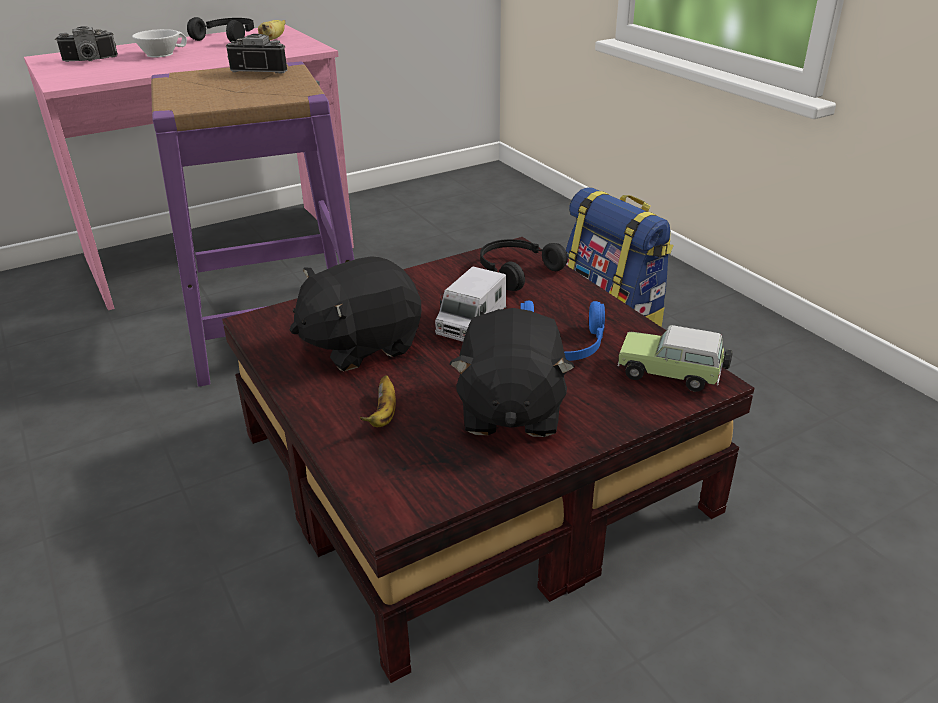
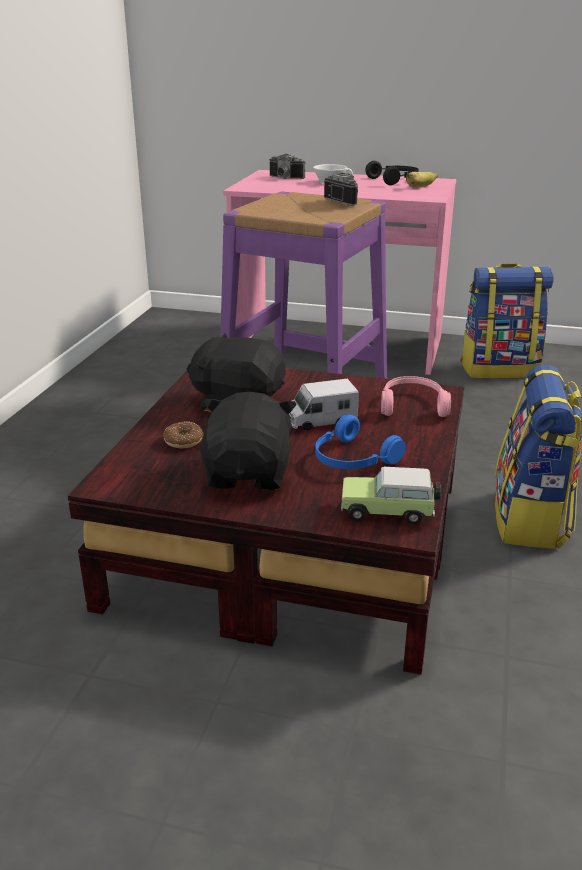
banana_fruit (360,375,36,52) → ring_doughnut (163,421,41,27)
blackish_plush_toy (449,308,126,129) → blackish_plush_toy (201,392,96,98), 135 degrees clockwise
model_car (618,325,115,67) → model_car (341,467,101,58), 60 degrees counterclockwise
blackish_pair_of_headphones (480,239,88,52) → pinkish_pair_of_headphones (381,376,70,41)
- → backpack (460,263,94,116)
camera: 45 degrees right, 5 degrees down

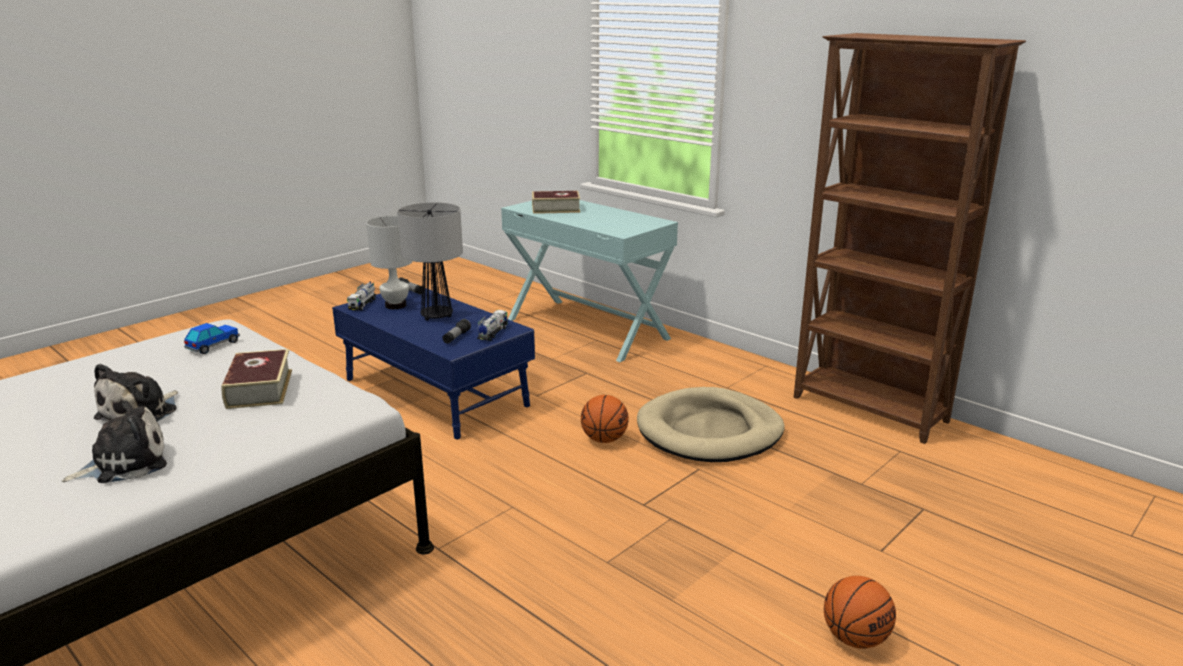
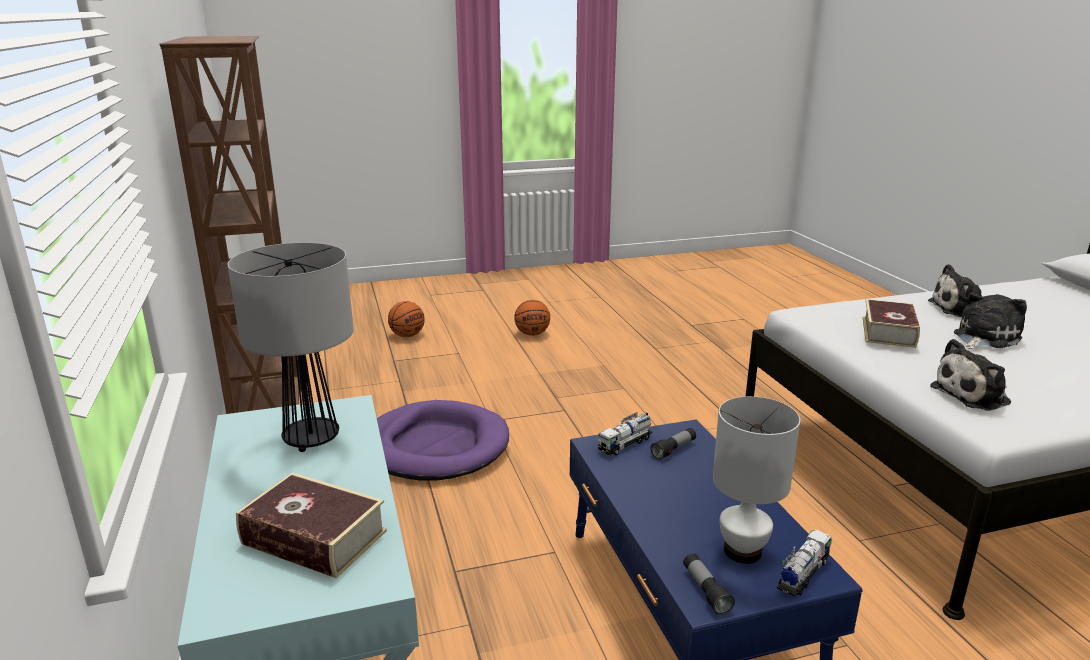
lamp_for_a_table (397,202,66,118) → lamp_for_a_table (227,242,127,210), moved
sand-coloured_dog_cushion (637,387,148,75) → purplish_dog_cushion (377,400,132,80)
ball_for_basketball (581,395,48,48) → ball_for_basketball (388,301,37,36), moved
model_car (184,323,56,31) → plush_toy (930,339,81,72)
camera: 150 degrees left, 0 degrees up

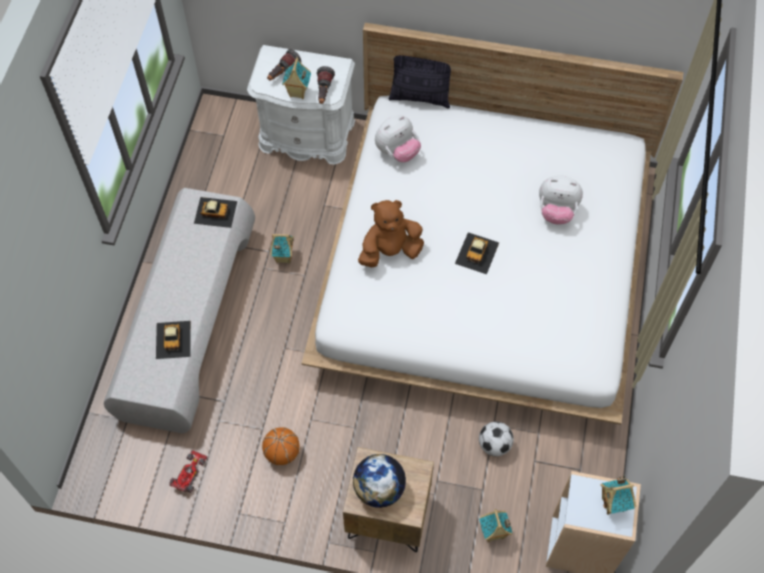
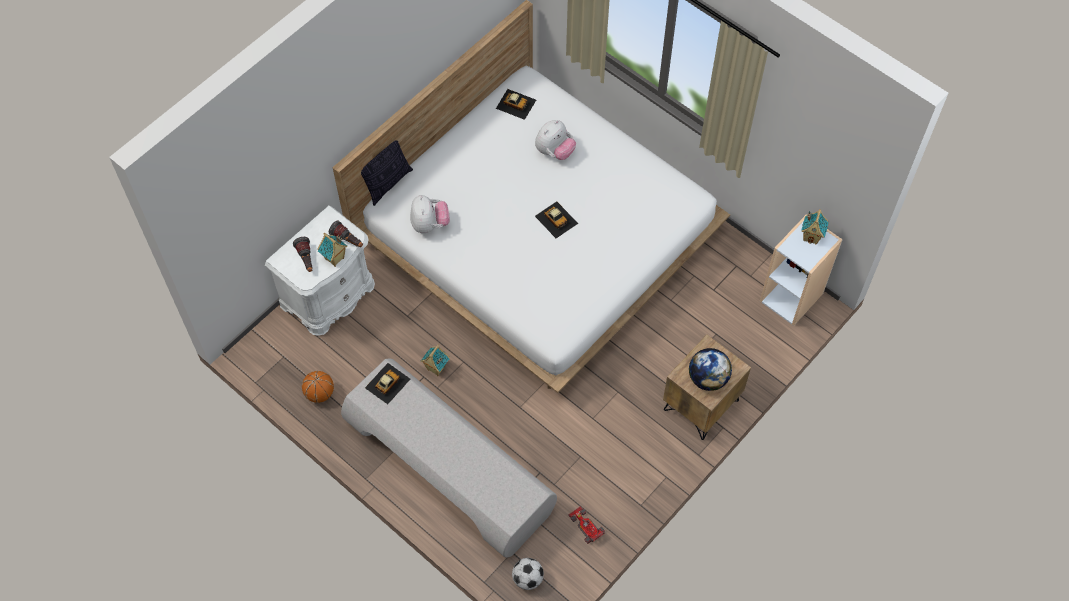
ball_for_basketball (262,428,38,37) → ball_for_basketball (302,371,32,32), moved
model_car (156,321,35,38) → model_car (496,89,40,31), moved
ball_for_football (479,421,35,35) → ball_for_football (512,558,32,32), moved
brown_plush_toy (358,200,66,67) → -
model_house (479,509,33,33) → -
camera: 60 degrees left, 0 degrees up

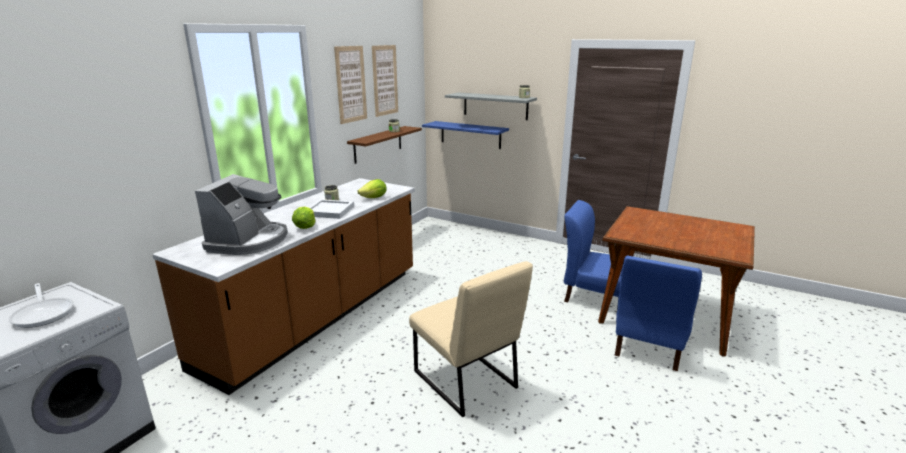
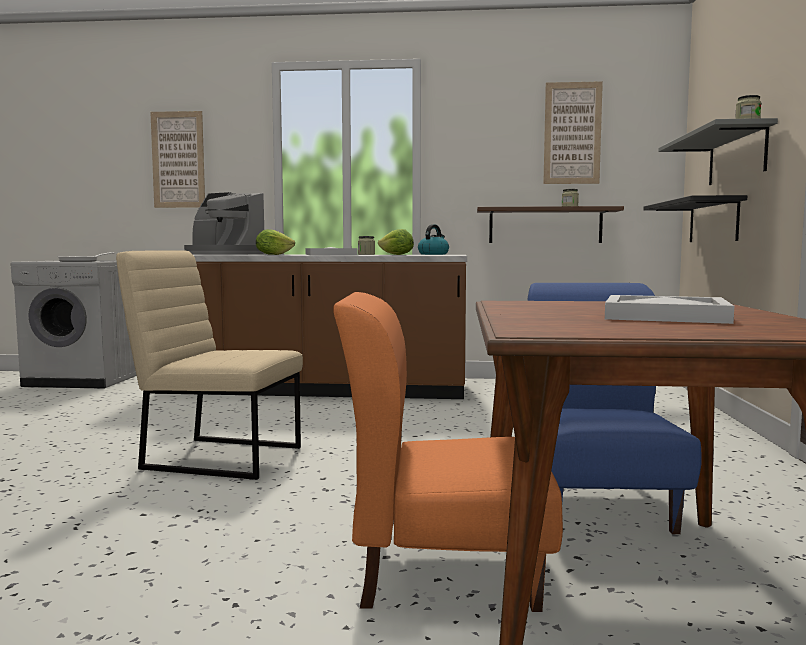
sand-coloured_chair (409,261,124,156) → sand-coloured_chair (116,250,187,230), 75 degrees clockwise
picture (334,46,33,78) → picture (150,111,55,97), moved
coffee_machine (195,174,93,81) → coffee_machine (184,192,80,63), 45 degrees clockwise
blue-coloured_chair (615,256,87,115) → orange_chair (333,292,230,320)
- → water_kettle (418,224,31,31)
- → whitish_carrying_tray (605,295,129,29)
blue-coloured_wall_shelf (422,121,87,28) → blackish_wall_shelf (643,195,104,47)
camera: 65 degrees right, 15 degrees down

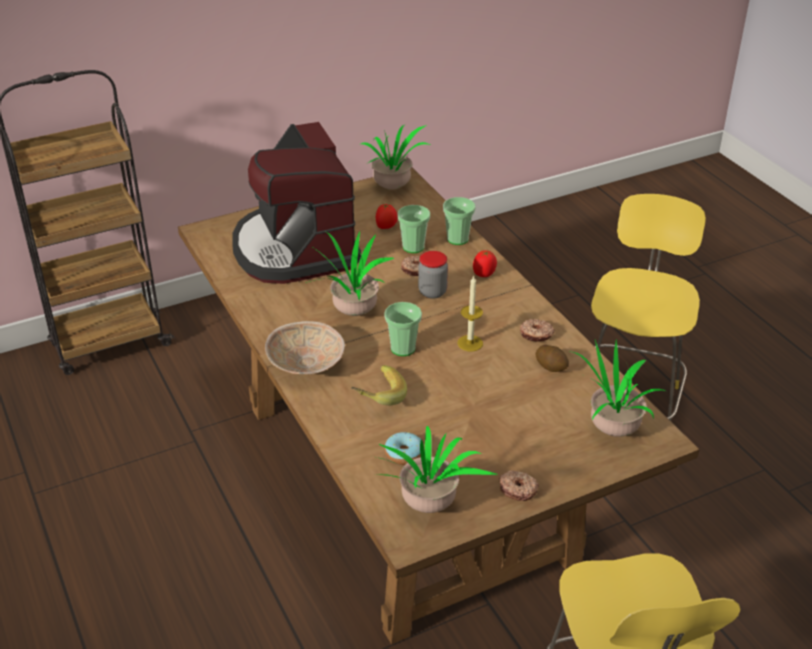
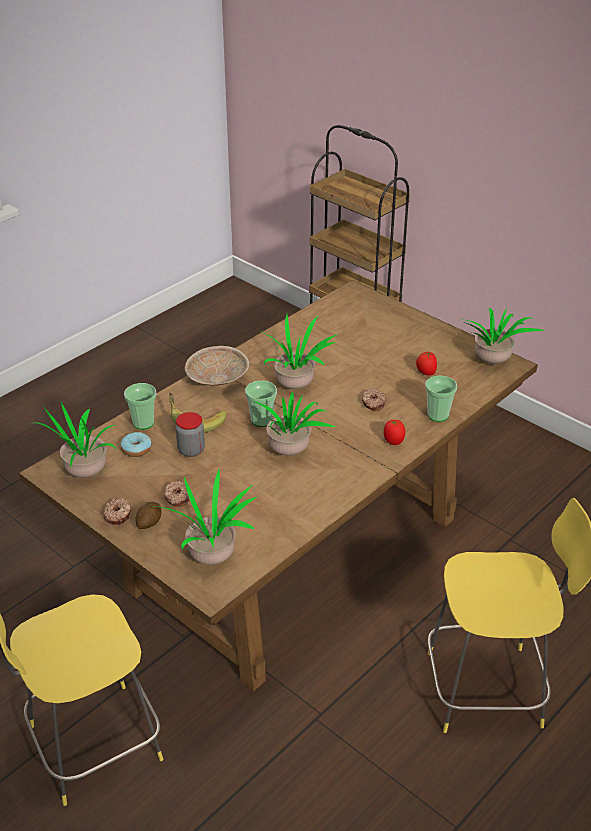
small_cup (398,205,32,48) → small_cup (124,383,32,47), moved
spud (536,345,33,27) → spud (135,502,27,27), moved
ring_doughnut (520,319,34,23) → ring_doughnut (164,481,26,26), moved
preserve_jar (418,251,30,48) → preserve_jar (176,412,29,45), moved
wax_candle (458,275,25,77) → plant_in_a_pot (247,392,89,64)
coffee_machine (232,122,129,162) → -
camera: 70 degrees right, 0 degrees up

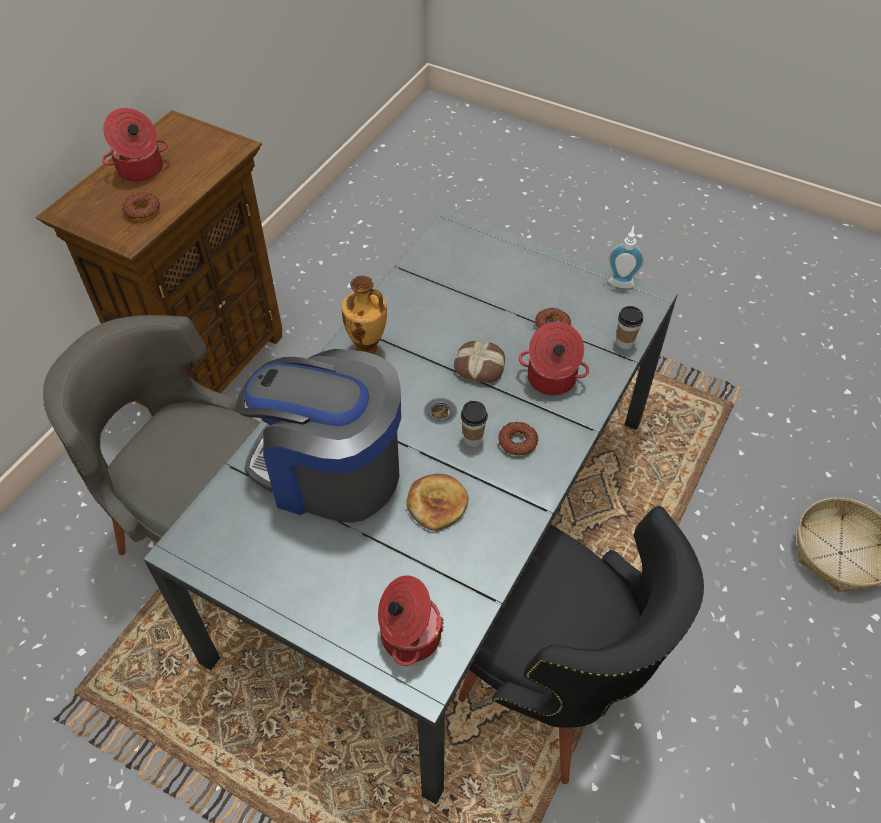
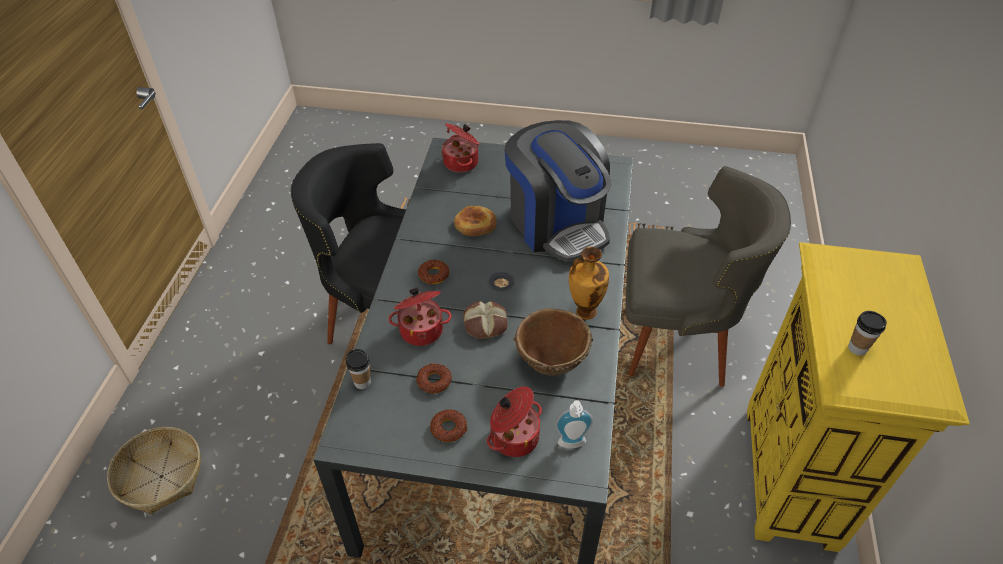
ring_doughnut (122,193,38,27) → ring_doughnut (430,410,37,32), moved
cooking_pot (102,108,66,74) → cooking_pot (487,387,55,70), moved
coffee_machine (236,349,165,174) → coffee_machine (504,120,107,142), 60 degrees clockwise
- → brown_serving_bowl (513,308,80,68)
liquid_soap_bottle (608,226,36,62) → liquid_soap_bottle (555,400,38,48), moved
brown_storage_cabinet (36,110,246,297) → yellow_storage_cabinet (747,242,223,310)
small_cup (461,401,27,46) → small_cup (848,311,39,45), moved
camera: 160 degrees right, 5 degrees down

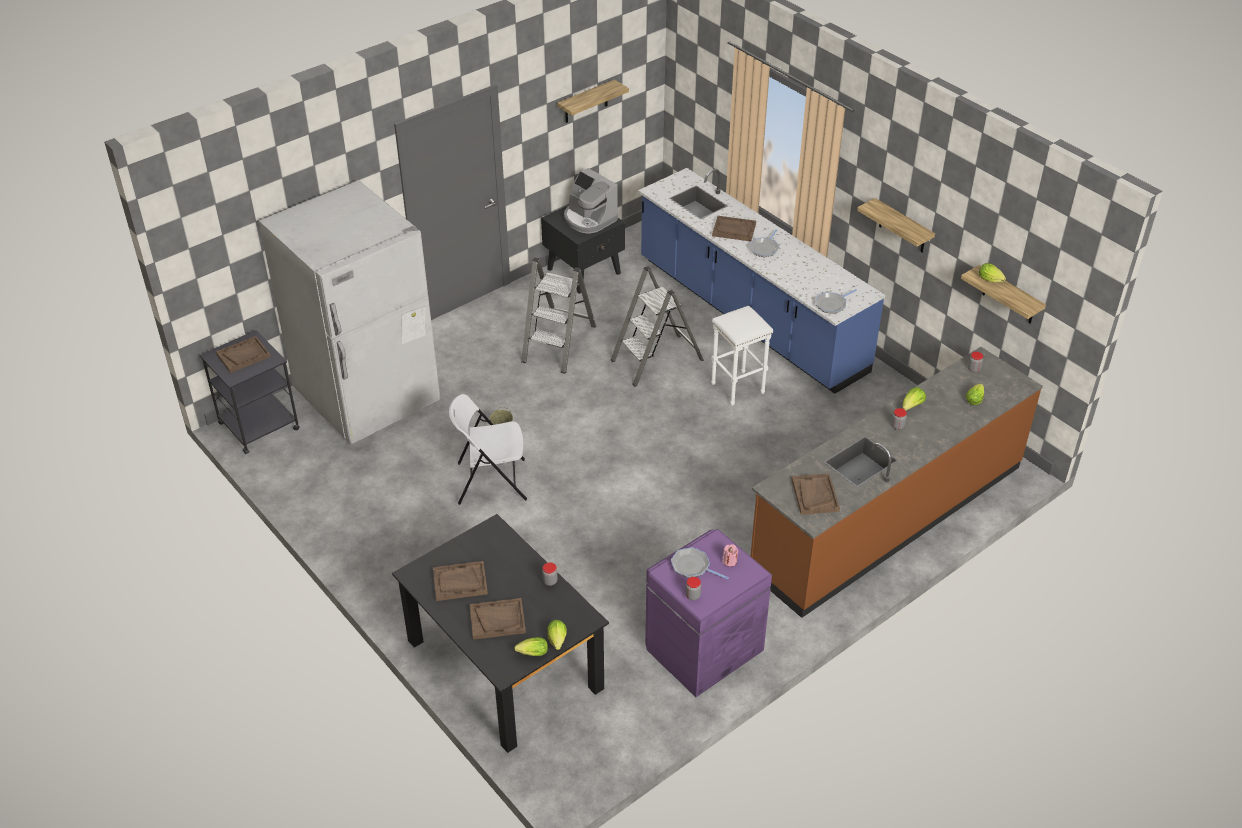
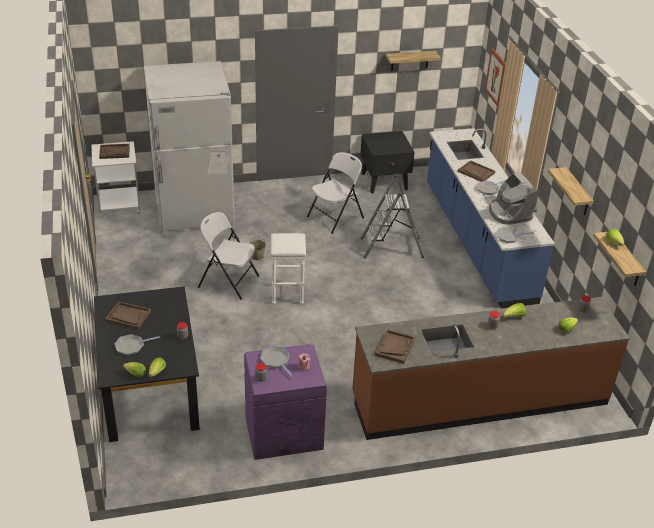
blackish_trolley (200,330,100,124) → whitish_trolley (91,141,50,76)
brown_carrying_tray (470,598,56,42) → skillet (115,334,45,21)
whitish_stool (711,306,62,99) → whitish_stool (271,233,35,72), moved
greyish_stepladder (521,257,75,117) → whitish_chair (307,152,57,82)
- → picture (485,49,21,58)
coffee_machine (564,168,54,66) → coffee_machine (489,173,49,52), moved
camera: 25 degrees right, 5 degrees down

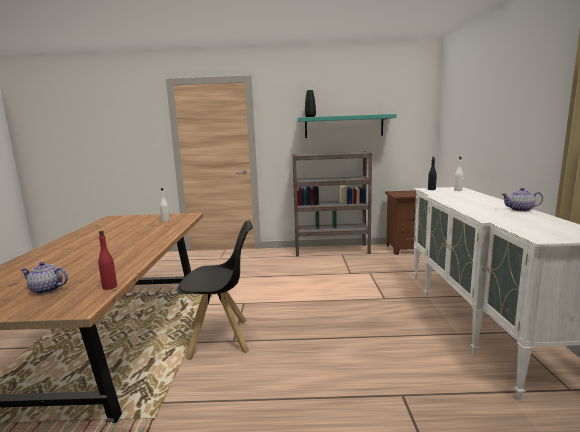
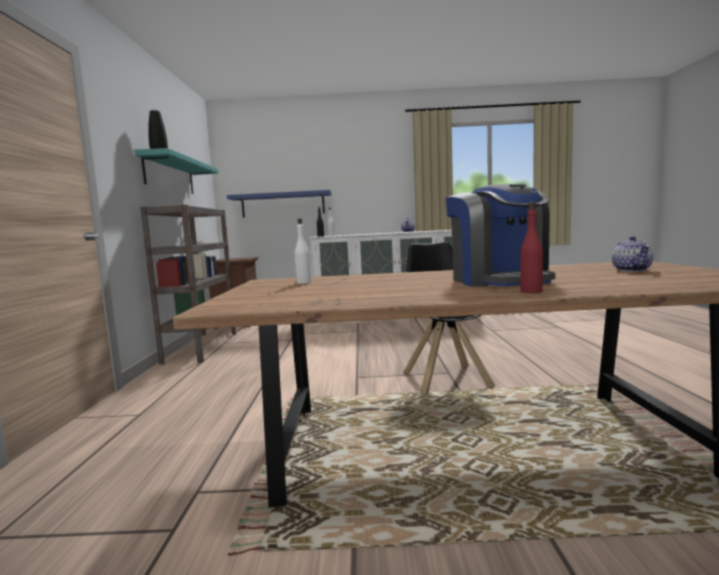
- → blue-coloured_wall_shelf (227,190,105,28)
- → coffee_machine (445,184,110,103)
reddish_beverage_bottle (98,230,19,60) → reddish_beverage_bottle (521,202,22,91), moved
camera: 90 degrees left, 5 degrees down

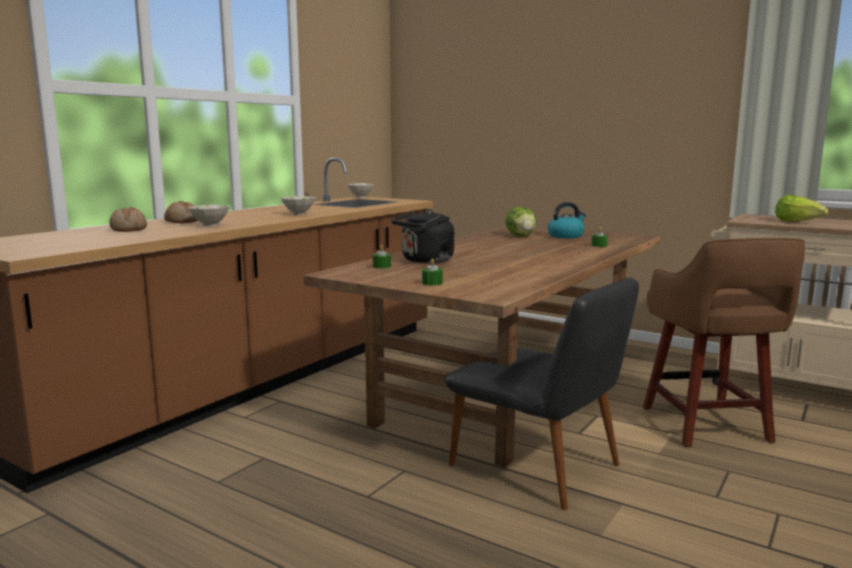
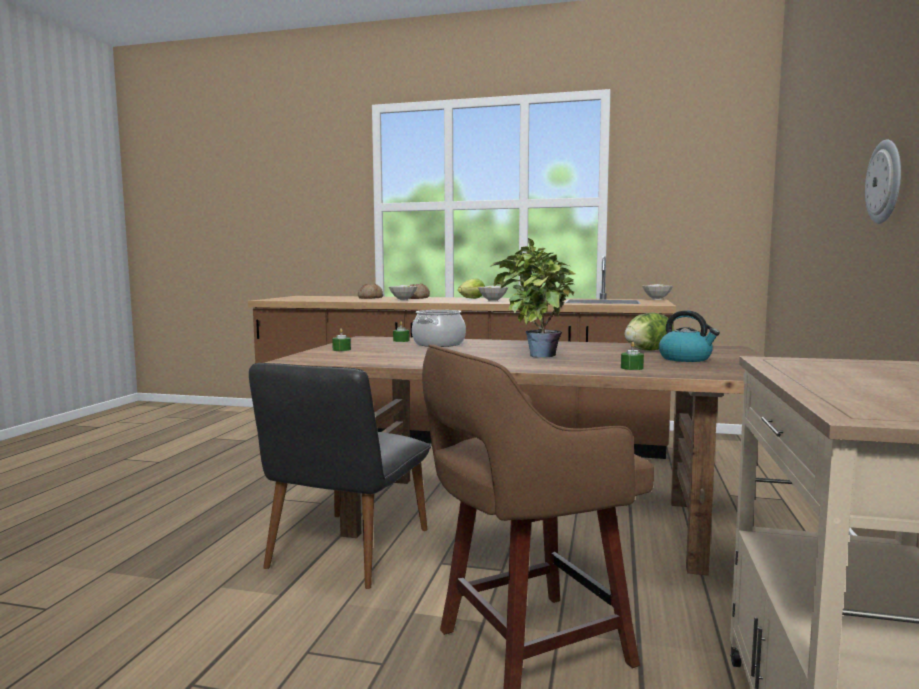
blackish_water_kettle (391,210,64,53) → cooking_pot (412,310,54,37)
lettuce_head (775,195,53,27) → lettuce_head (458,278,27,21), moved
- → plant_in_a_pot (491,238,84,120)
- → hanging_clock (865,139,36,85)
camera: 70 degrees right, 5 degrees down

